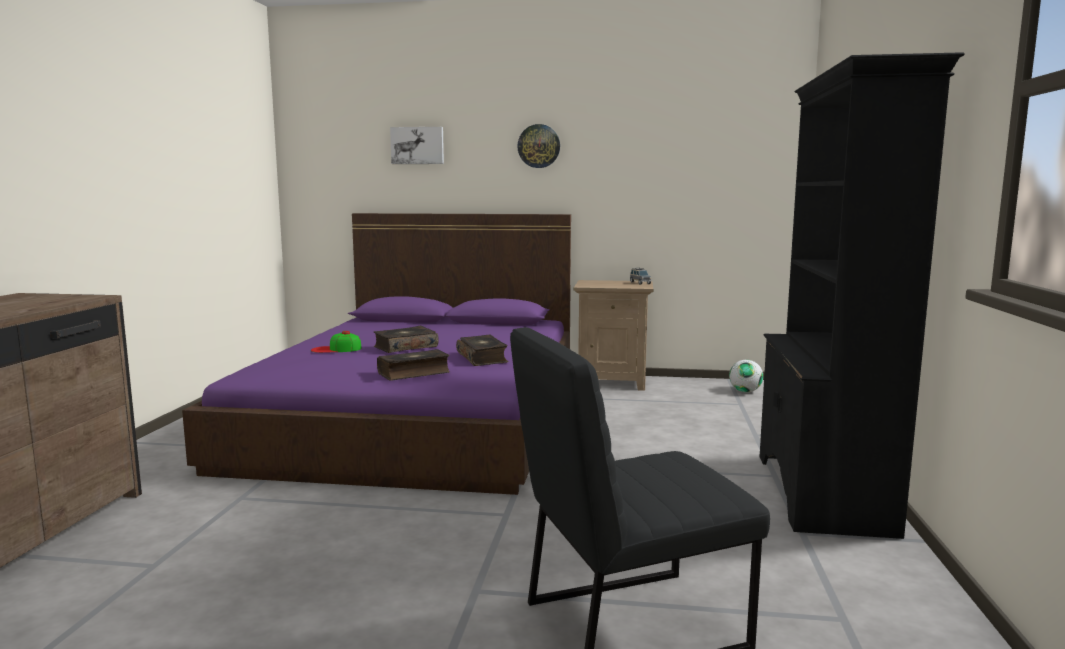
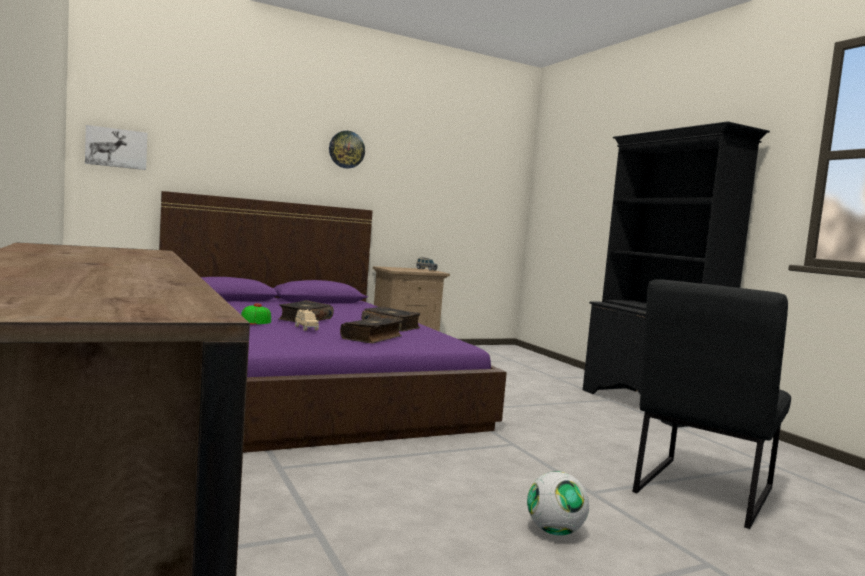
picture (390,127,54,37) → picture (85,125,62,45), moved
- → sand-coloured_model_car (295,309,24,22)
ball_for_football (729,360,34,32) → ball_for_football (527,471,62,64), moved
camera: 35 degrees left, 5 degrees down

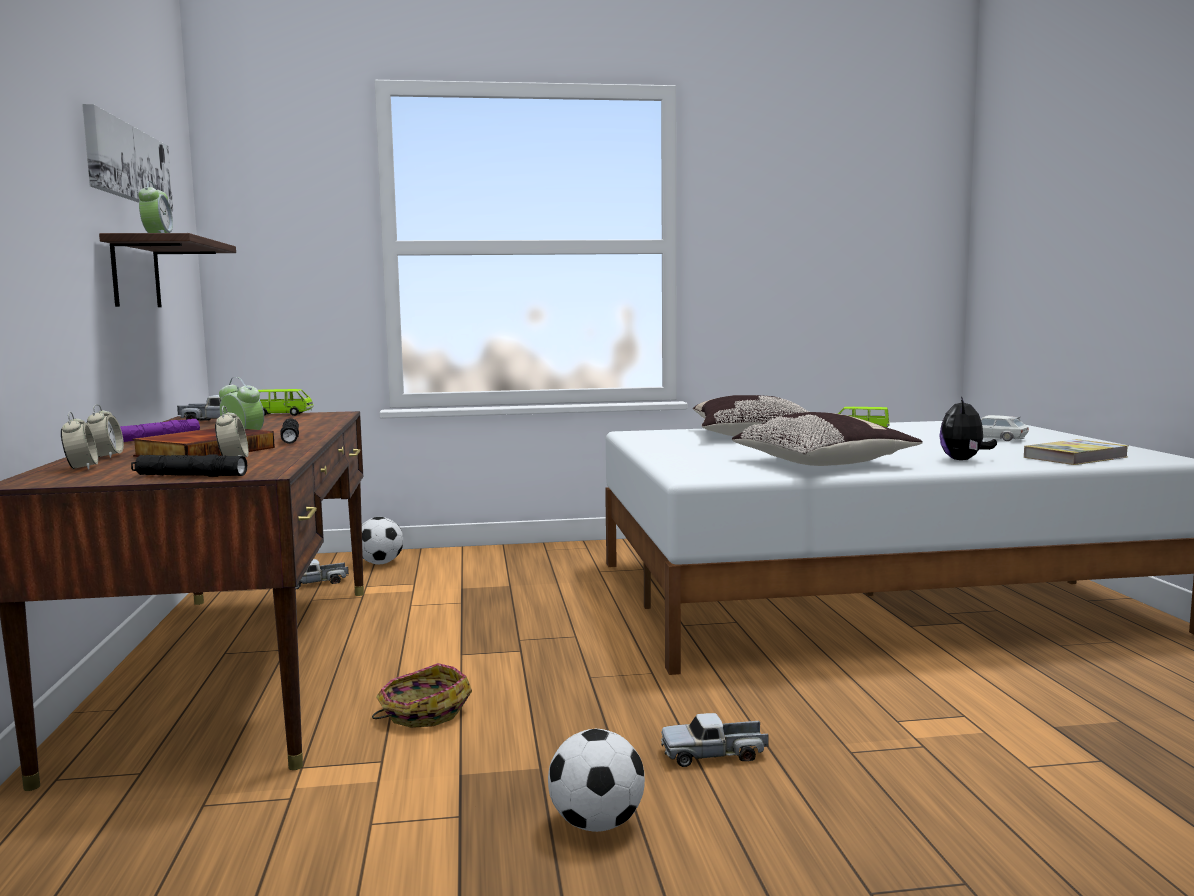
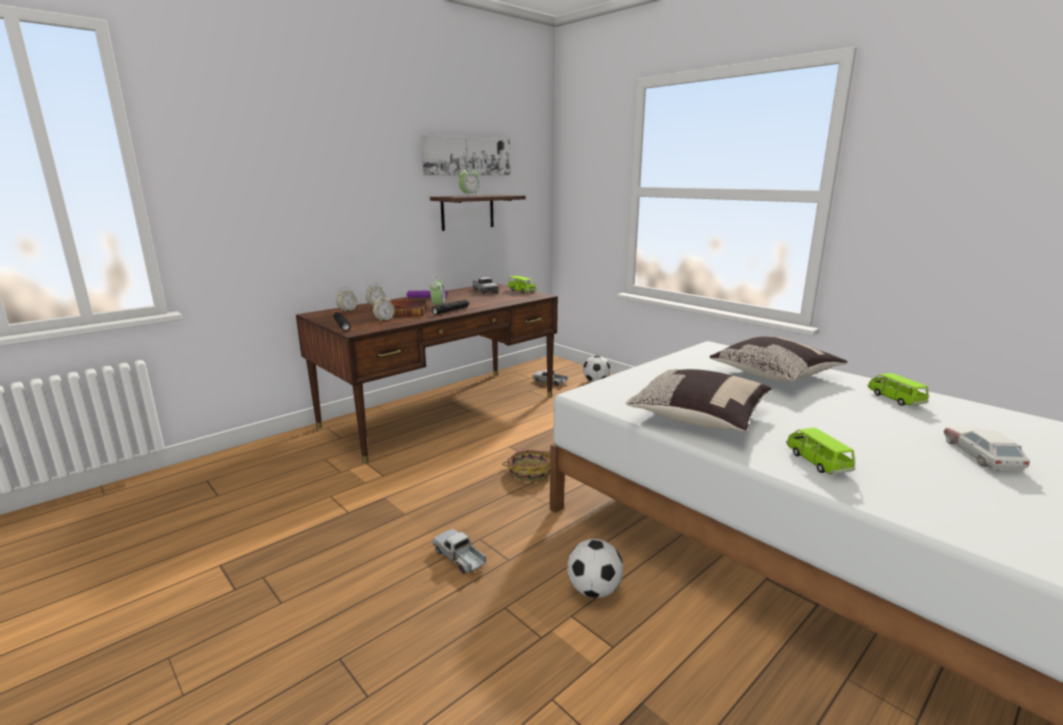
household_basket (372,663,100,65) → household_basket (502,450,48,32), moved
ball_for_football (548,729,97,103) → ball_for_football (567,539,56,59), moved
plush_toy (939,396,58,64) → green-coloured_model_car (786,428,69,46)
book (1024,439,104,26) → -
camera: 55 degrees right, 10 degrees up

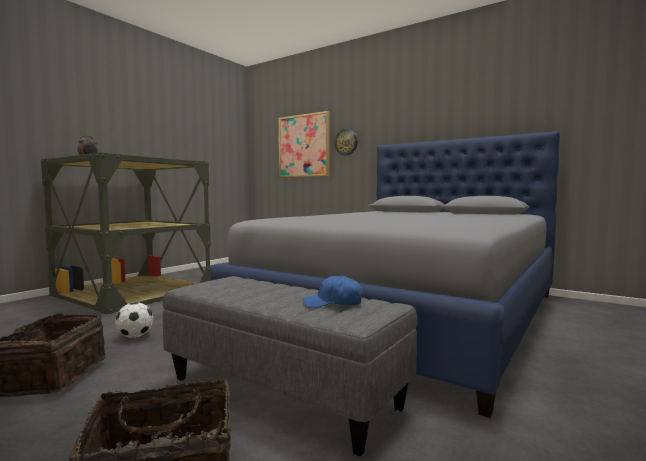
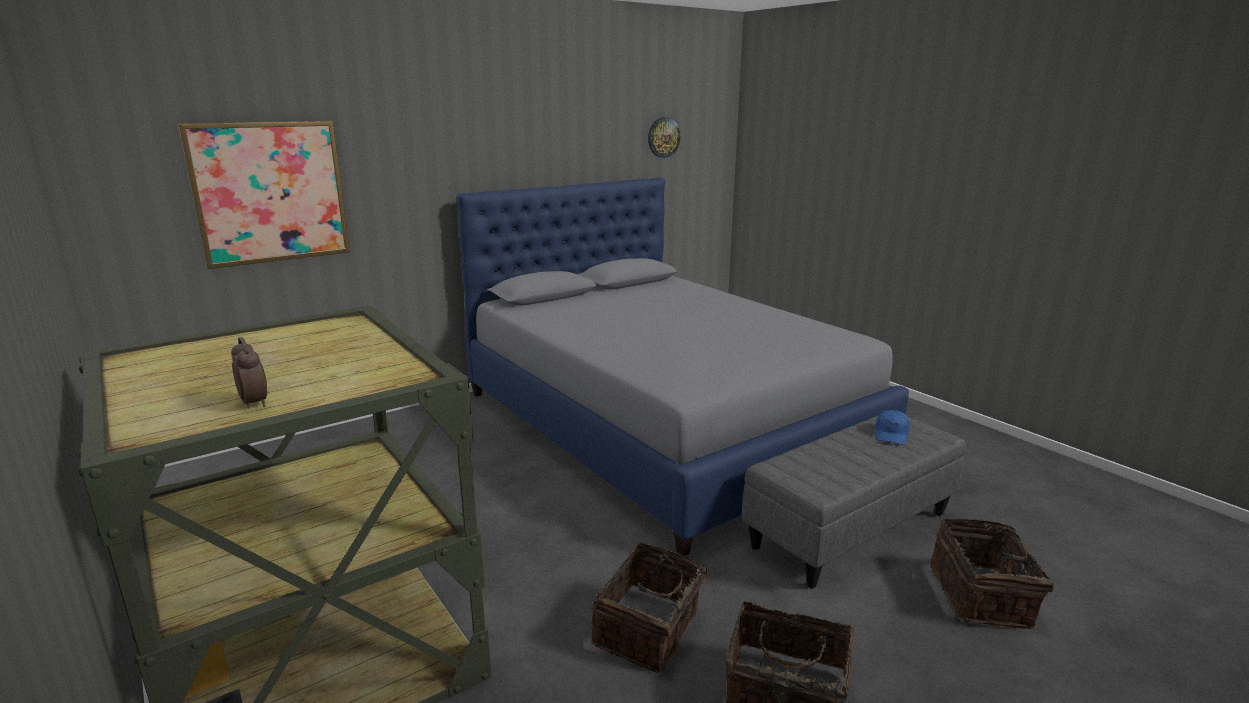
ball_for_football (115,302,39,36) → household_basket (592,543,131,130)
hanging_clock (334,129,24,27) → hanging_clock (648,117,32,41), moved
camera: 70 degrees left, 15 degrees up

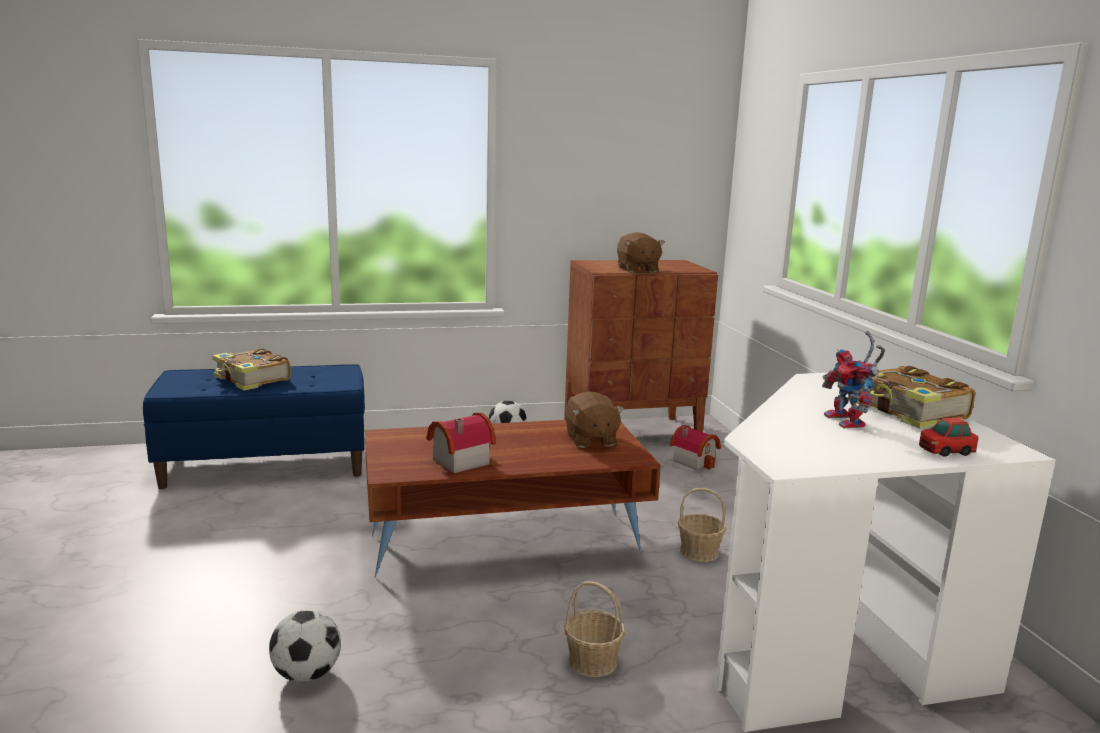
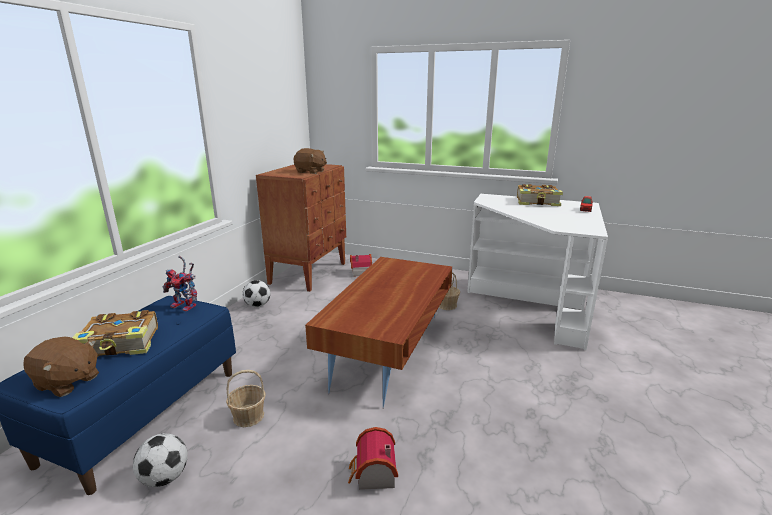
brown_plush_toy (565,391,59,57) → brown_plush_toy (23,337,76,60), moved
ball_for_football (269,610,72,72) → ball_for_football (133,433,55,54), moved
model_robot (822,331,63,97) → model_robot (162,256,35,55), moved
household_basket (564,581,61,96) → household_basket (226,370,40,57), moved
model_house (427,412,69,61) → model_house (348,427,50,63), moved
camera: 55 degrees left, 5 degrees up

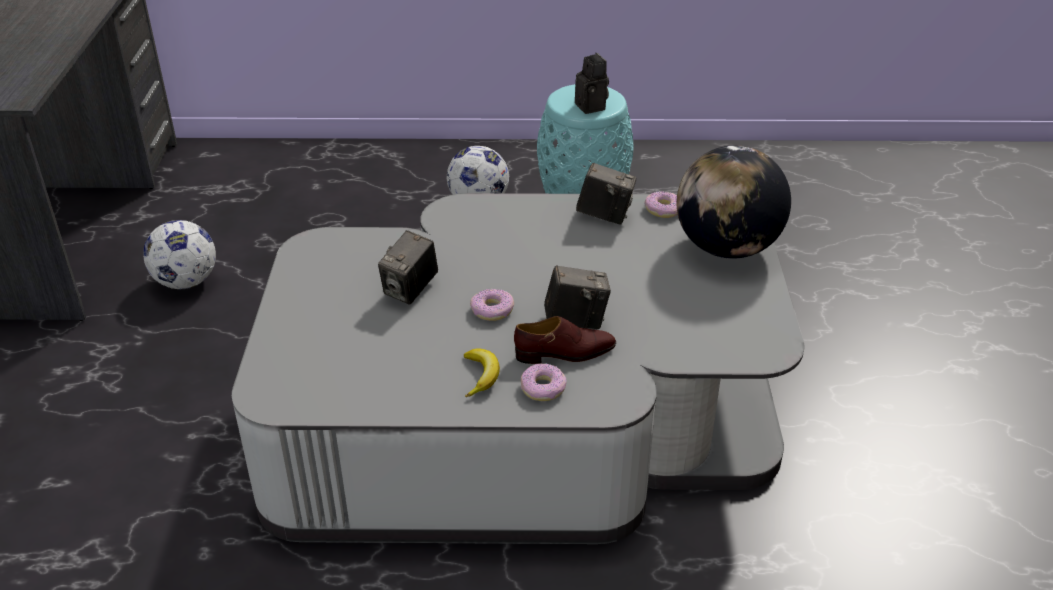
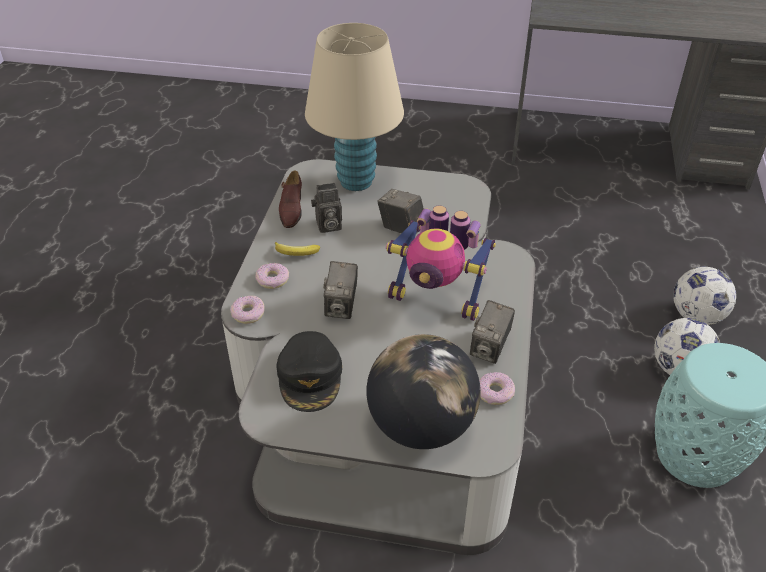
ring_doughnut (470,289,44,32) → ring_doughnut (230,296,35,28), moved
- → blackish_baseball_cap (276,331,66,81)
brown_shoe (514,316,102,48) → brown_shoe (279,170,23,58), moved
- → sand-coloured_lamp_for_a_table (305,23,99,168)
photo_camera (575,53,34,61) → photo_camera (311,183,31,50), moved
- → model_robot (386,206,110,115)
ball_for_football (143,220,73,69) → ball_for_football (673,267,63,58), moved
camera: 100 degrees right, 5 degrees up

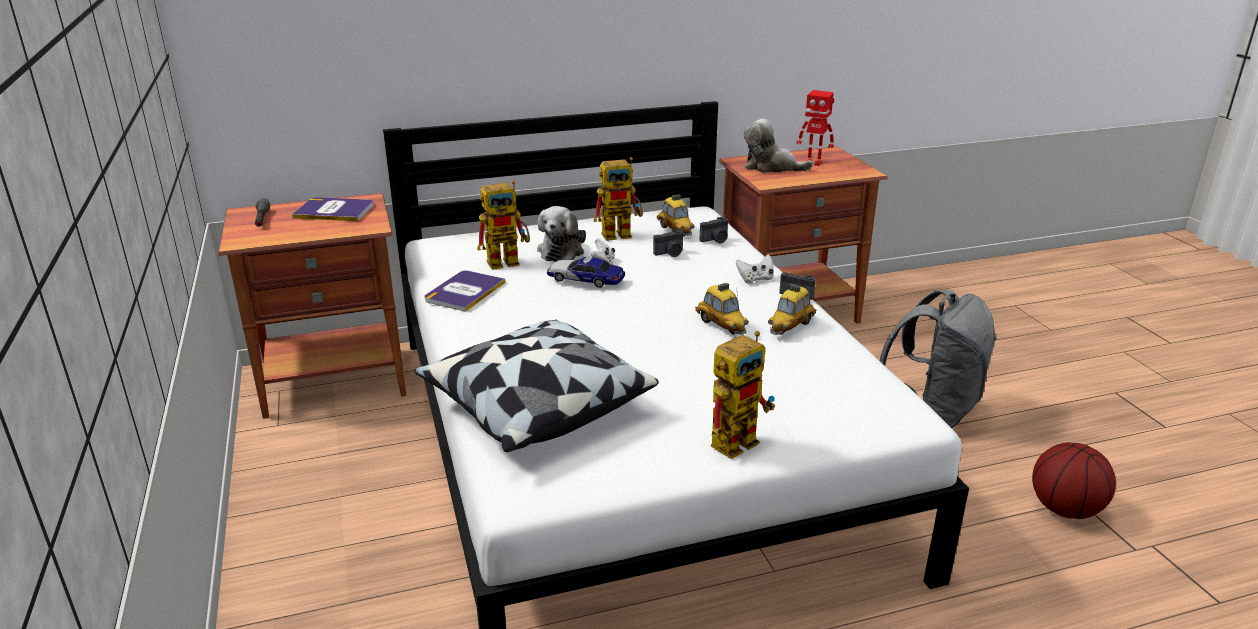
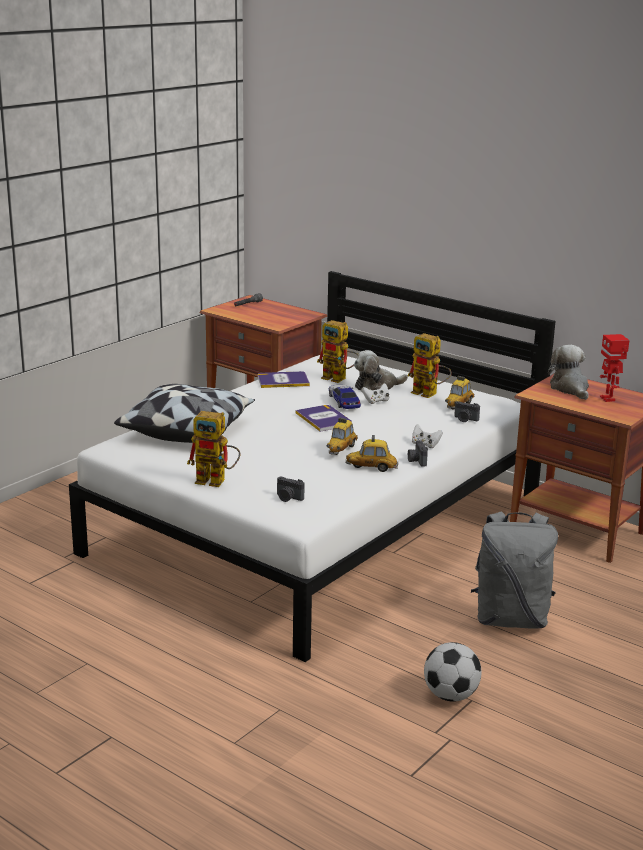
photo_camera (653,229,30,28) → photo_camera (277,476,27,26), moved
book (292,197,82,24) → book (295,405,57,27), moved
ball_for_basketball (1032,442,84,77) → ball_for_football (424,642,57,60)
camera: 55 degrees right, 5 degrees down

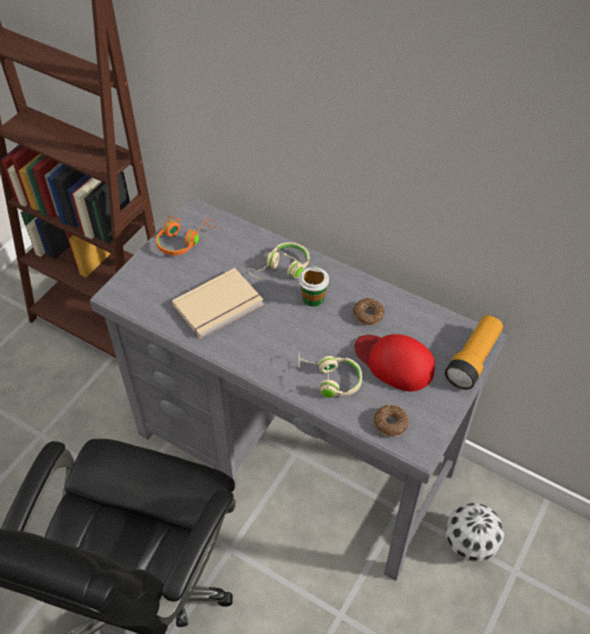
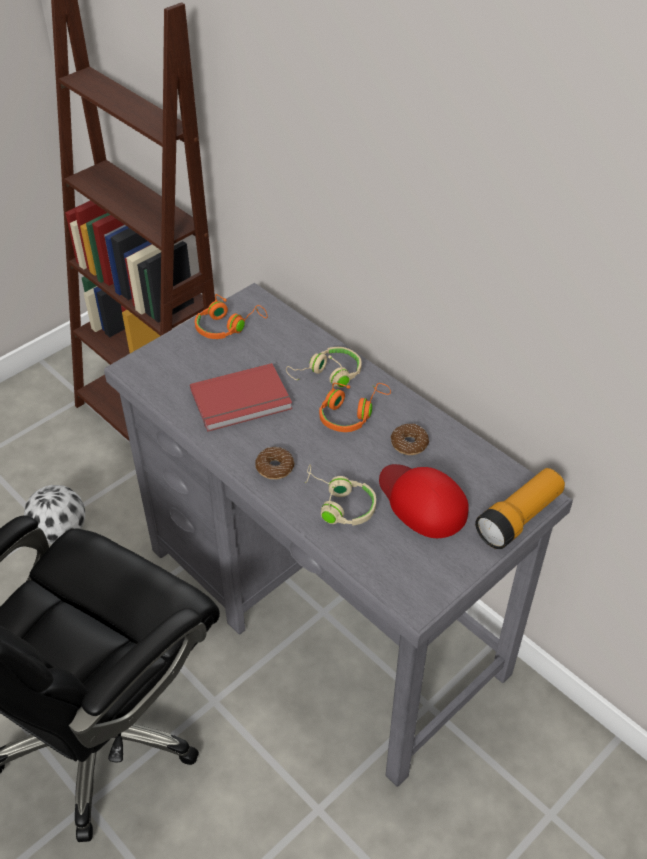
ball_for_football (445,503,59,59) → ball_for_football (24,485,61,59), moved
sand-coloured_book (172,268,92,71) → reddish_book (190,363,102,69)
ring_doughnut (374,405,35,32) → ring_doughnut (255,447,39,33), moved
small_cup (299,266,30,41) → orange_pair_of_headphones (319,383,72,49)
camera: 15 degrees right, 5 degrees down

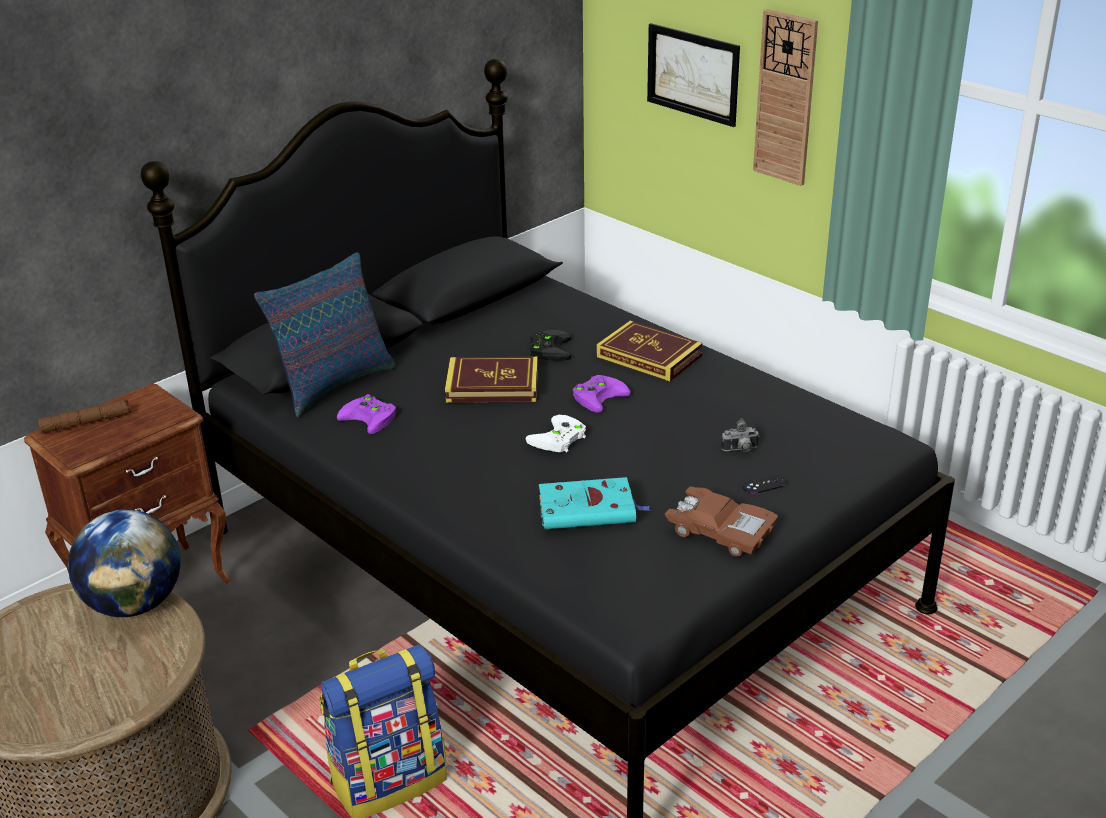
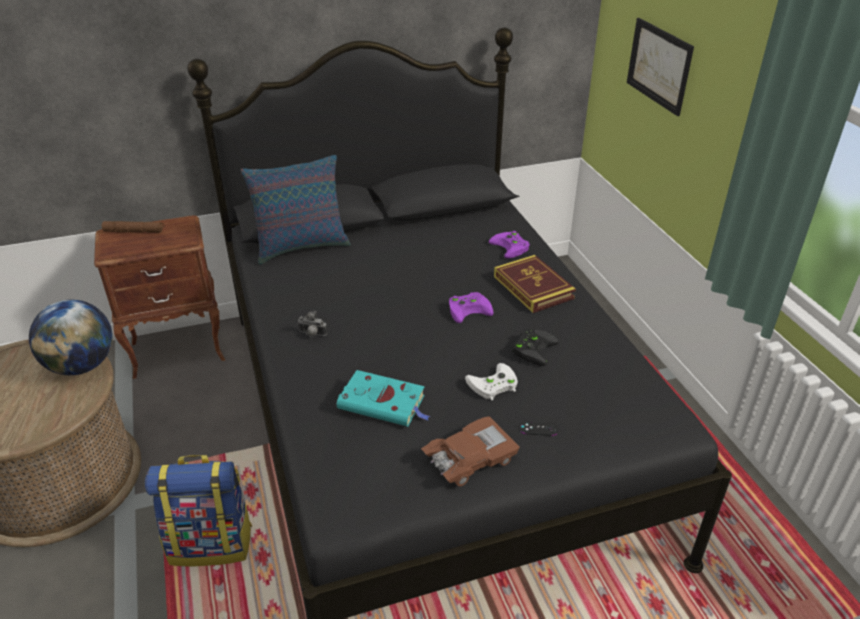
photo_camera (721,418,39,34) → photo_camera (298,311,29,26), moved
brown_model_car (665,486,113,71) → brown_model_car (421,416,99,70), 90 degrees counterclockwise
whitish_gamepad (526,415,60,37) → whitish_gamepad (465,363,53,38), moved
purplish_gamepad (337,394,59,40) → purplish_gamepad (489,231,41,28), moved
blackish_gamepad (529,330,42,31) → blackish_gamepad (512,329,47,37), moved
book (445,357,93,45) → -
hanging_clock (753,9,65,177) → -
camera: 25 degrees right, 5 degrees up

